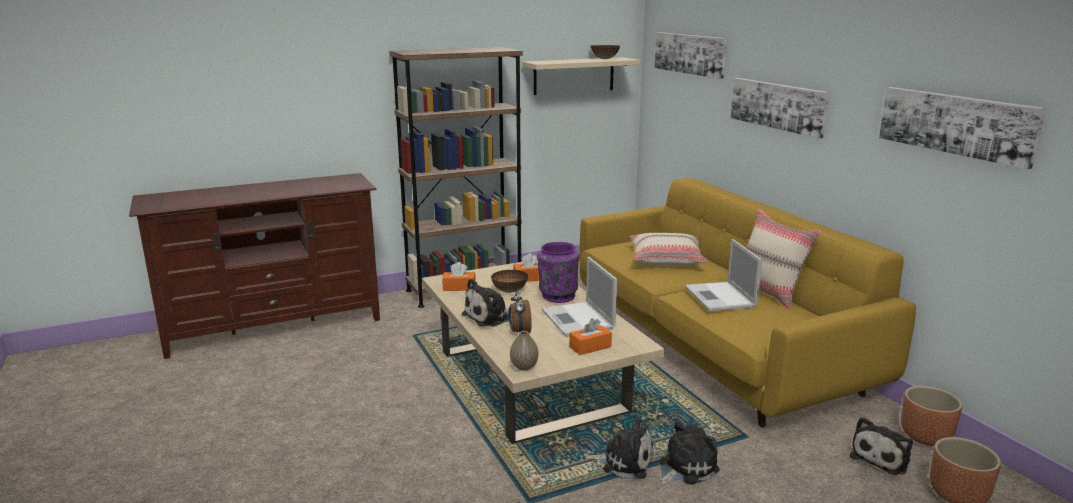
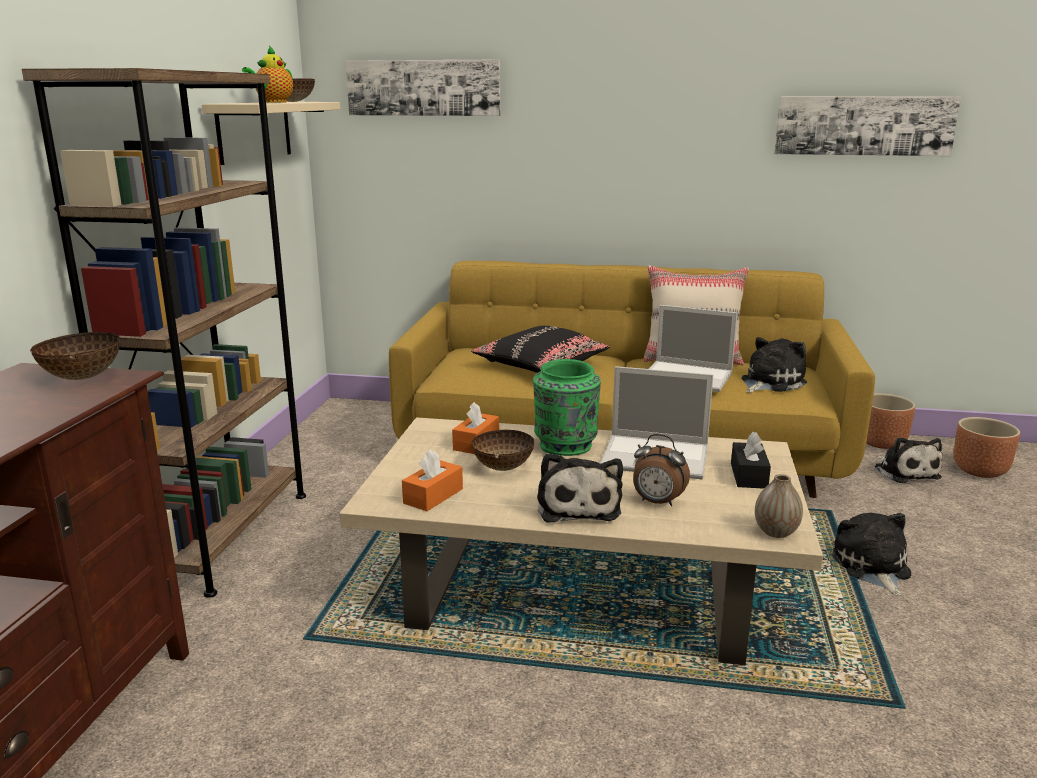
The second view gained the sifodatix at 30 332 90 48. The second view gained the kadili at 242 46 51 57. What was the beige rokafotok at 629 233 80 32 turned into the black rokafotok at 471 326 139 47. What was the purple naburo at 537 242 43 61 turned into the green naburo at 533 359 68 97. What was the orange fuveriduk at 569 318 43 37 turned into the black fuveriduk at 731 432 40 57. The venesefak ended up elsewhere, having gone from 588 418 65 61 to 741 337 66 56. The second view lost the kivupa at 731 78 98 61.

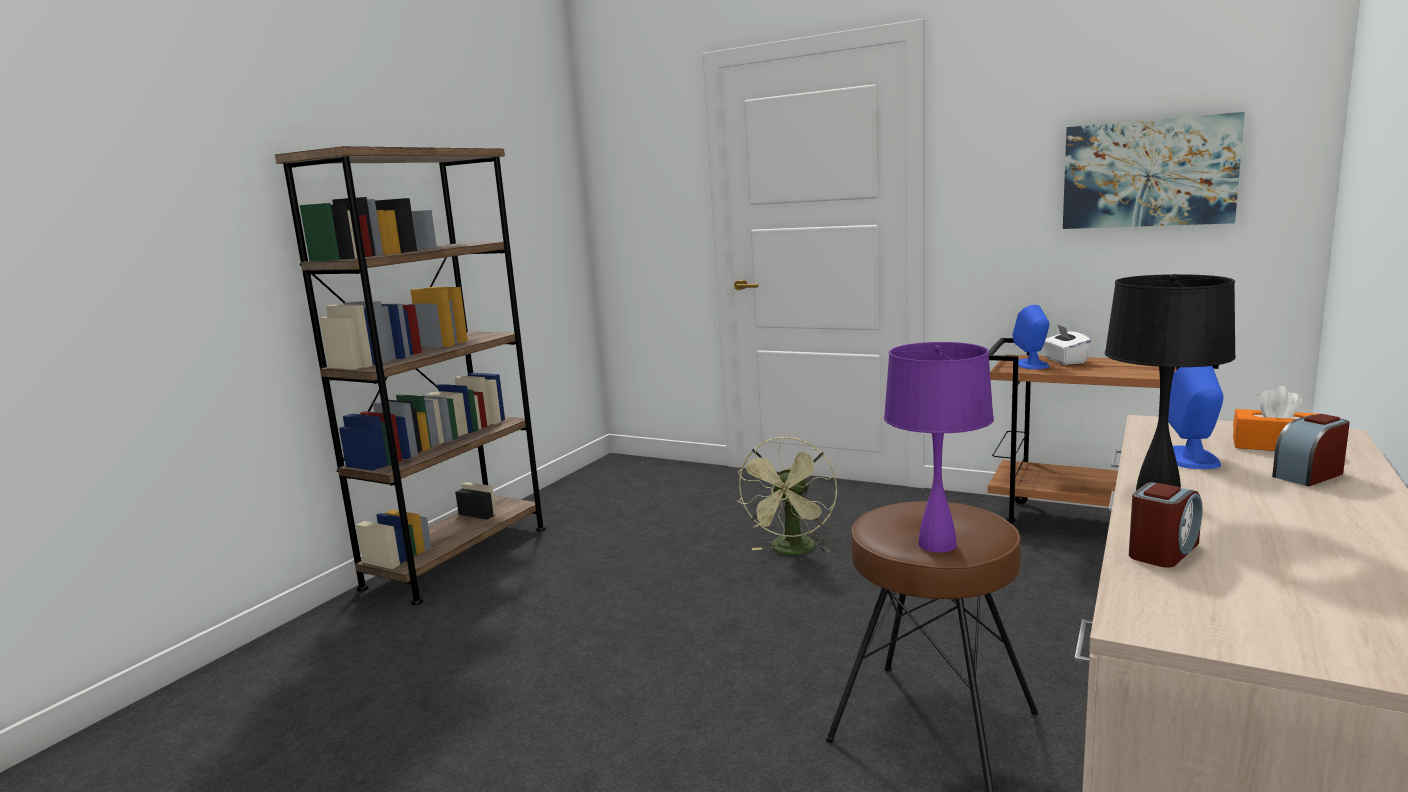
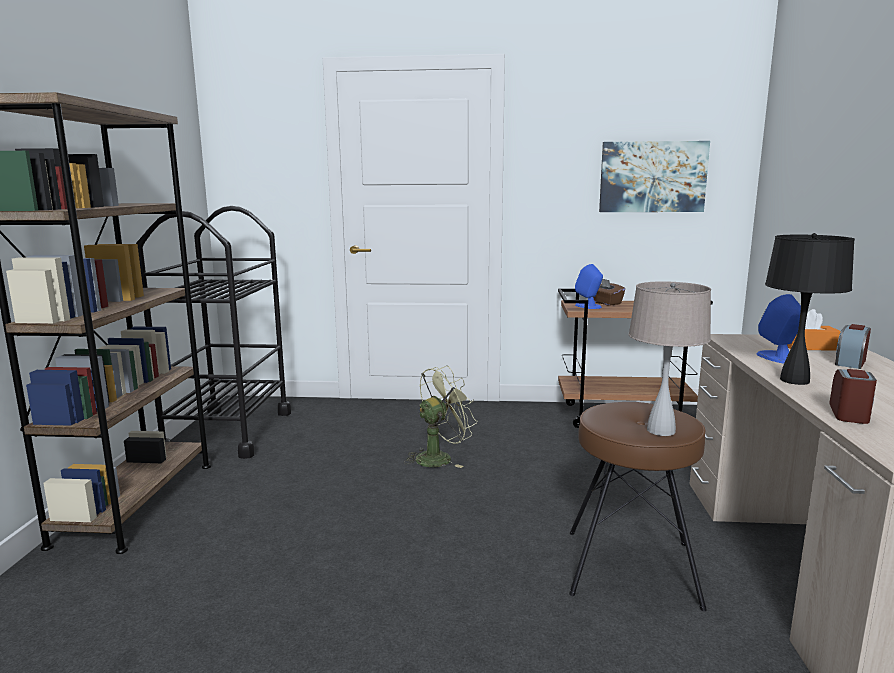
The second view gained the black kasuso at 136 206 155 253. The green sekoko at 736 436 101 119 ended up facing another way, 120 degrees counterclockwise from before. What was the white fuveriduk at 1043 324 49 41 turned into the brown fuveriduk at 593 279 32 27. What was the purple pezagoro at 884 342 110 211 turned into the beige pezagoro at 629 281 82 155.

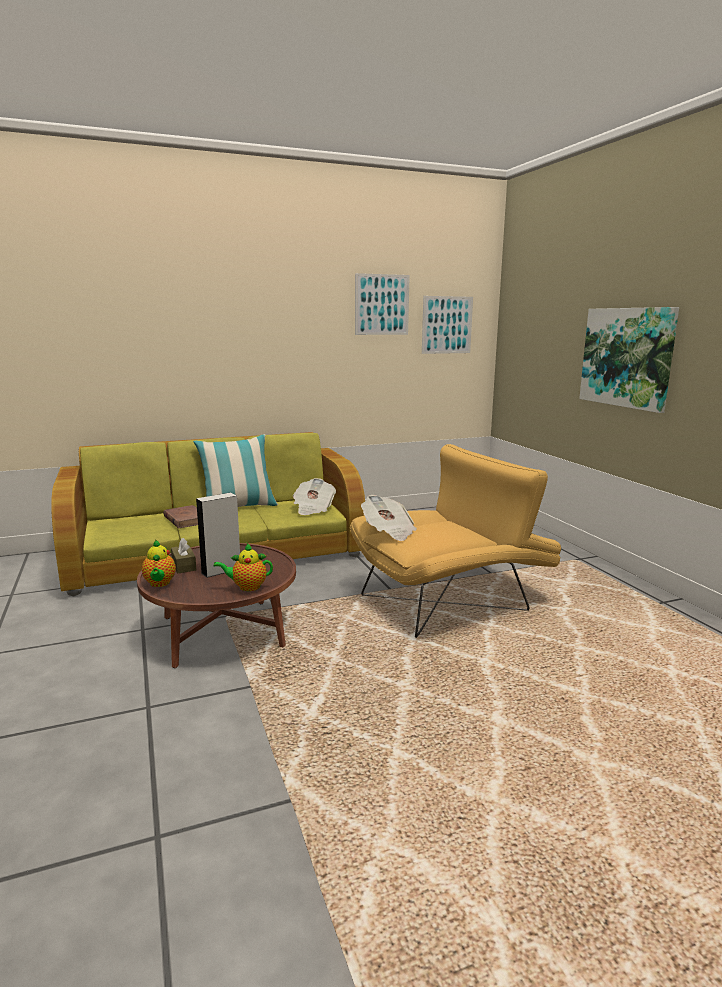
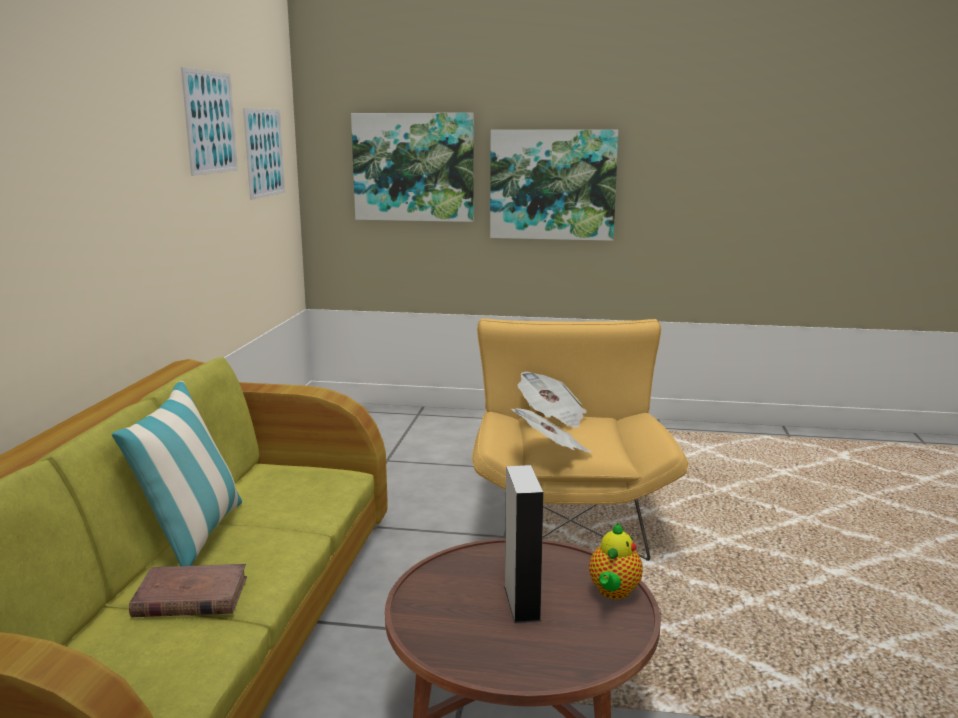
The second view gained the kivupa at 351 113 123 109. The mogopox ended up elsewhere, having gone from 293 478 43 37 to 518 372 68 56. The second view lost the kadili at 142 540 34 47. The second view lost the brown fuveriduk at 171 538 25 35.

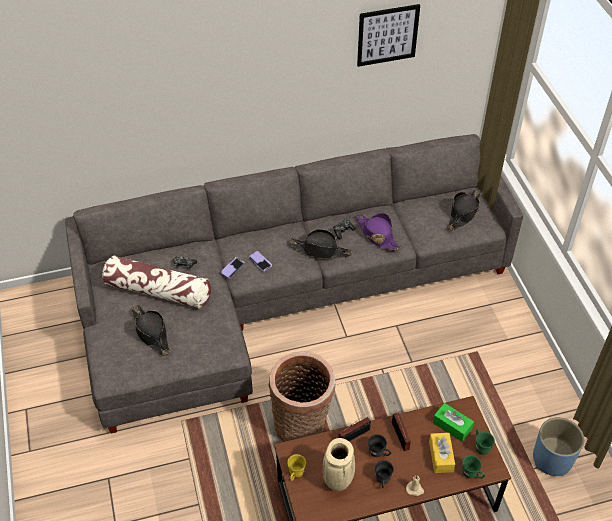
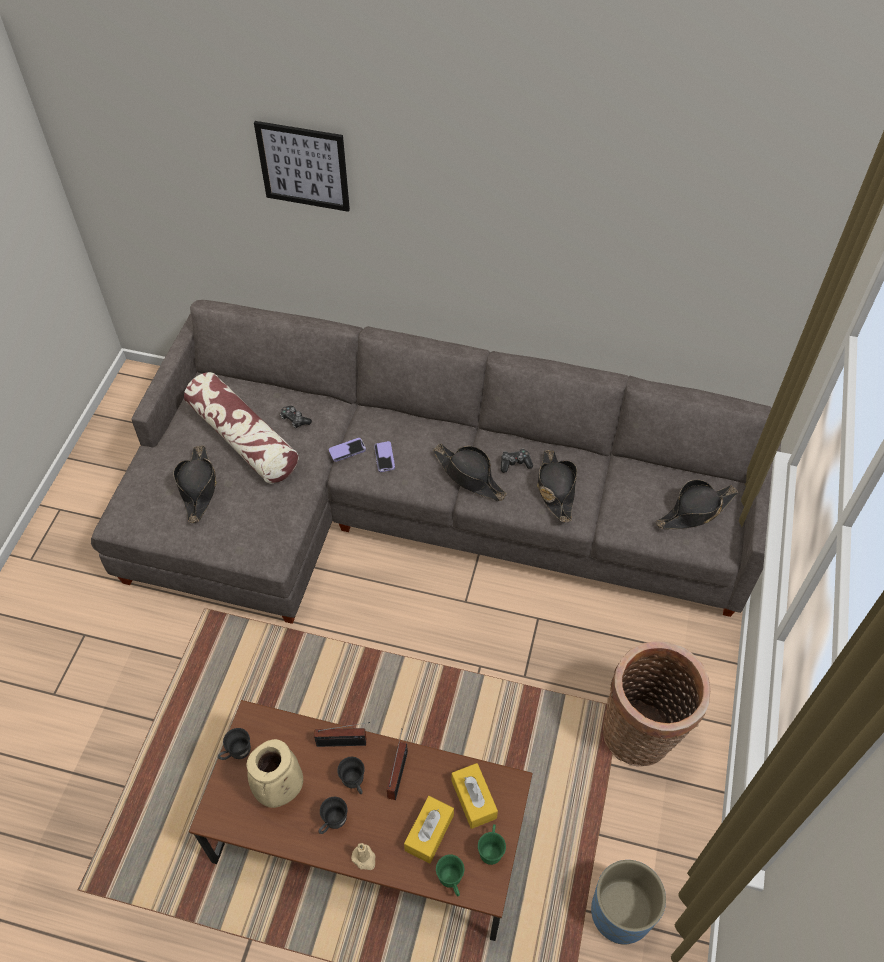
What was the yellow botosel at 287 454 19 27 turned into the grey botosel at 218 728 33 32. The kivupa ended up elsewhere, having gone from 357 4 63 63 to 254 121 96 91. What was the green fuveriduk at 433 403 41 39 turned into the yellow fuveriduk at 452 763 46 66. What was the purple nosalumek at 356 213 45 38 turned into the black nosalumek at 537 450 40 72. The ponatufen ended up elsewhere, having gone from 269 351 66 91 to 603 641 108 126.

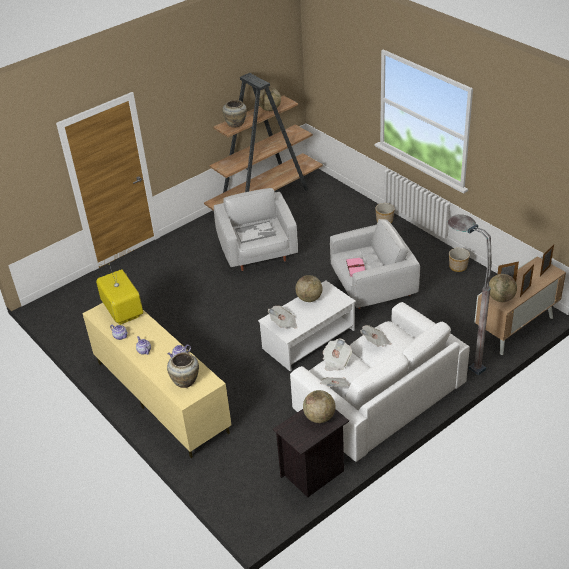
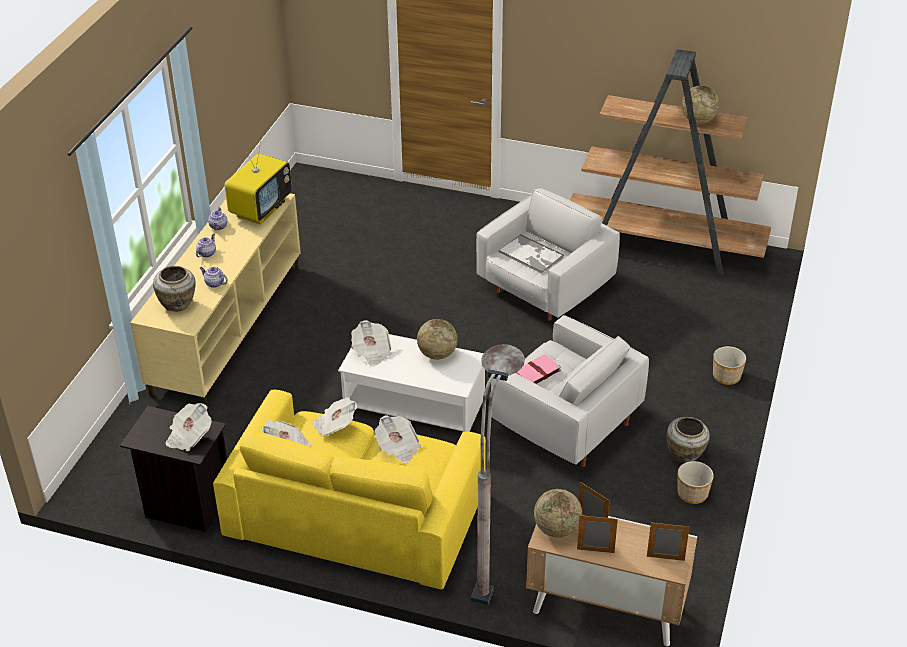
Where the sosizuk stood at 303 390 32 33, the mogopox came to stand at 165 403 47 48. What was the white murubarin at 290 302 180 160 turned into the yellow murubarin at 213 390 273 200. The beige naburo ended up elsewhere, having gone from 222 100 25 28 to 667 417 43 46.

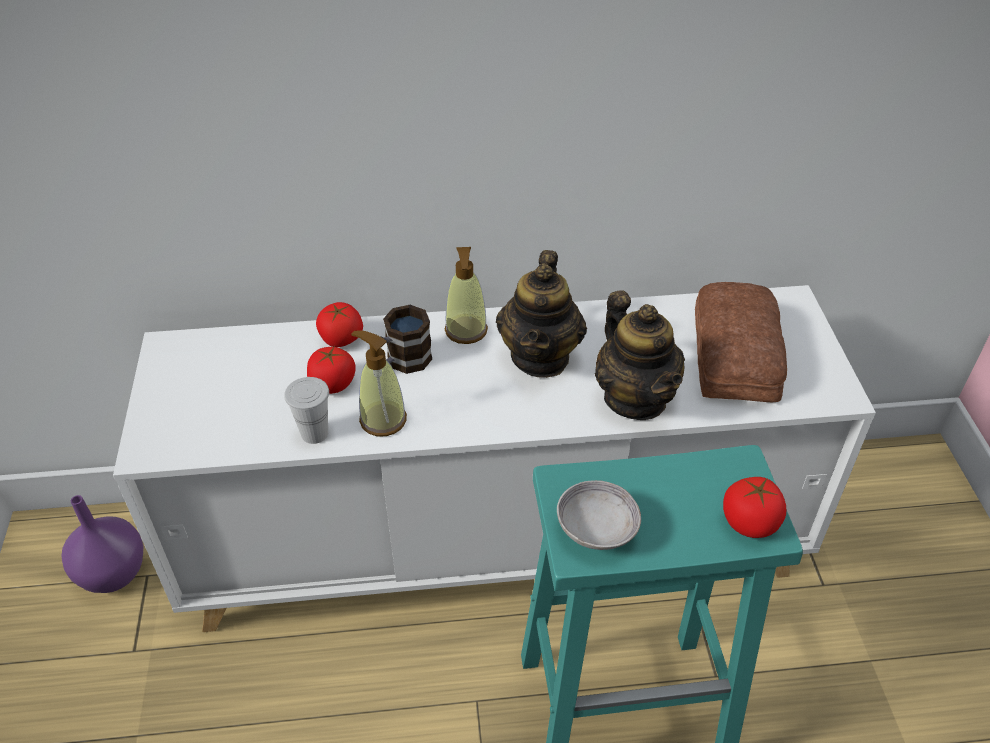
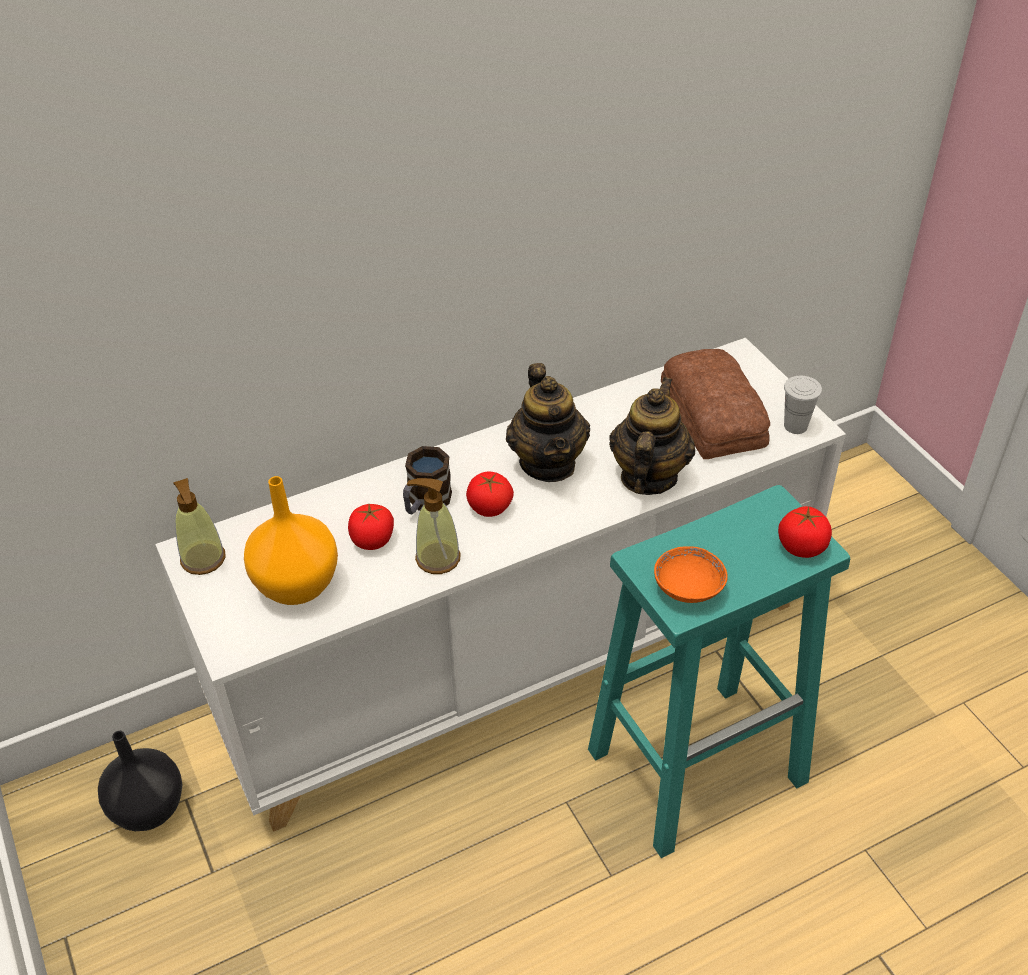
What was the purple naburo at 61 495 83 98 turned into the black naburo at 98 731 85 100. The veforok ended up elsewhere, having gone from 445 247 43 97 to 173 478 53 97. The second view gained the orange naburo at 244 476 94 129. The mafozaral ended up elsewhere, having gone from 316 302 47 45 to 466 472 48 45. The kadili at 595 290 90 130 ended up facing another way, 120 degrees counterclockwise from before. What was the grey sifodatix at 557 480 84 70 turned into the orange sifodatix at 654 546 74 57. The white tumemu ended up elsewhere, having gone from 284 377 45 67 to 784 376 38 58.

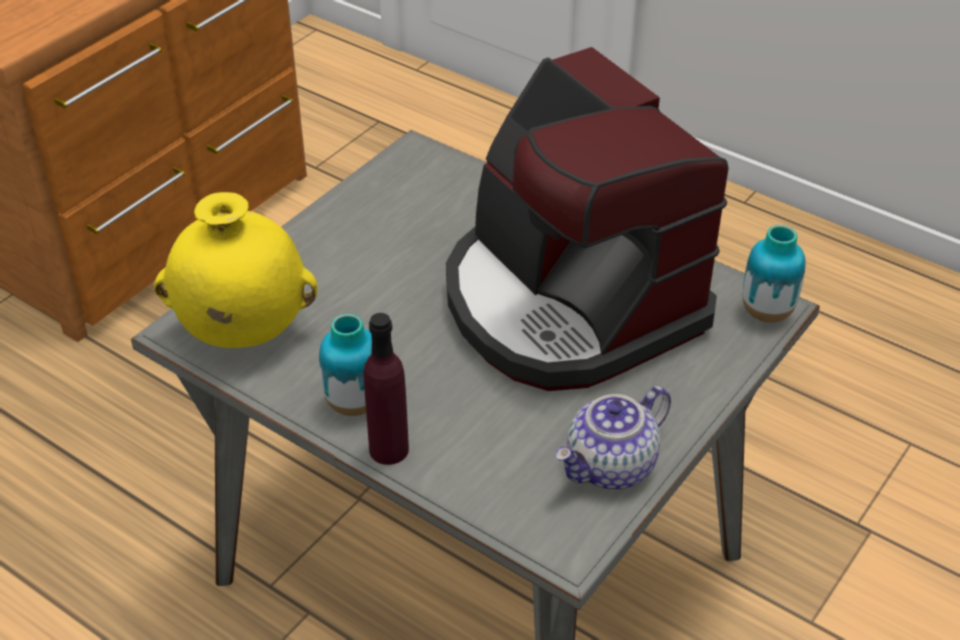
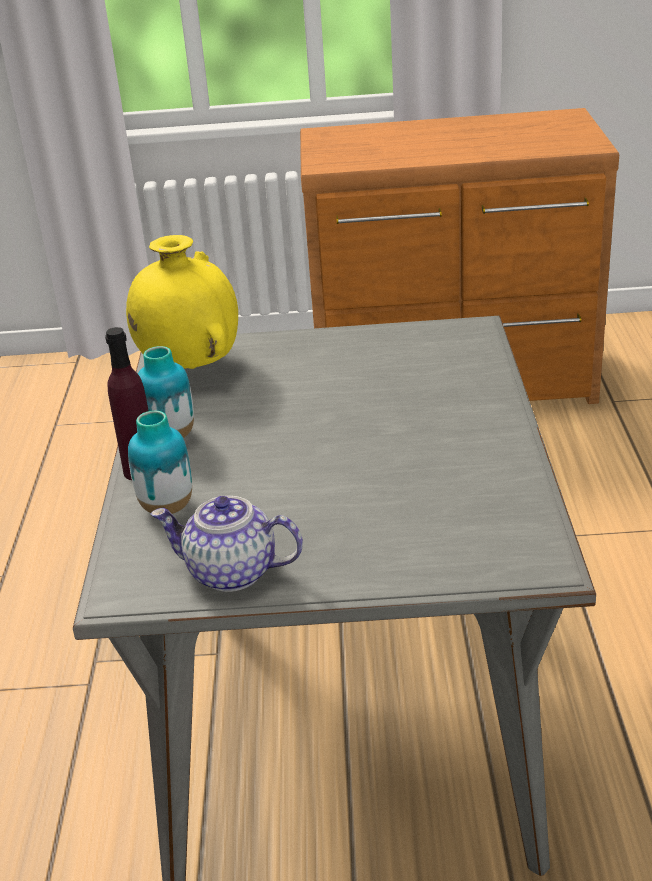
The naburo ended up elsewhere, having gone from 742 225 63 98 to 128 411 64 103. The second view lost the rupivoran at 446 47 283 344.

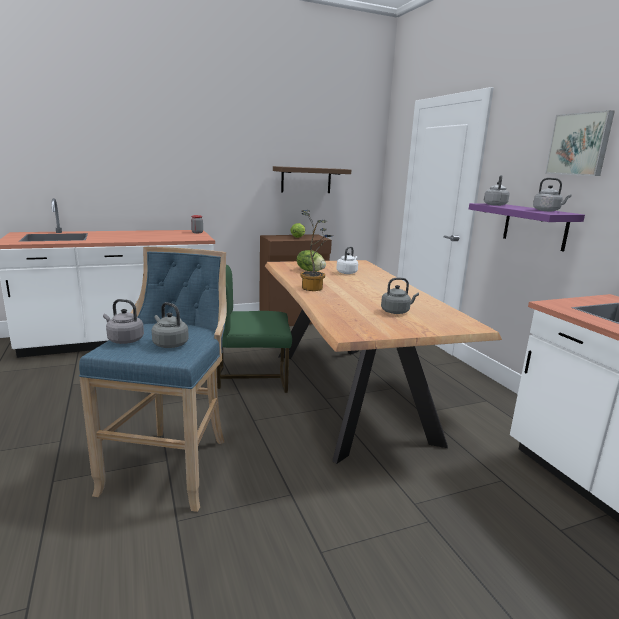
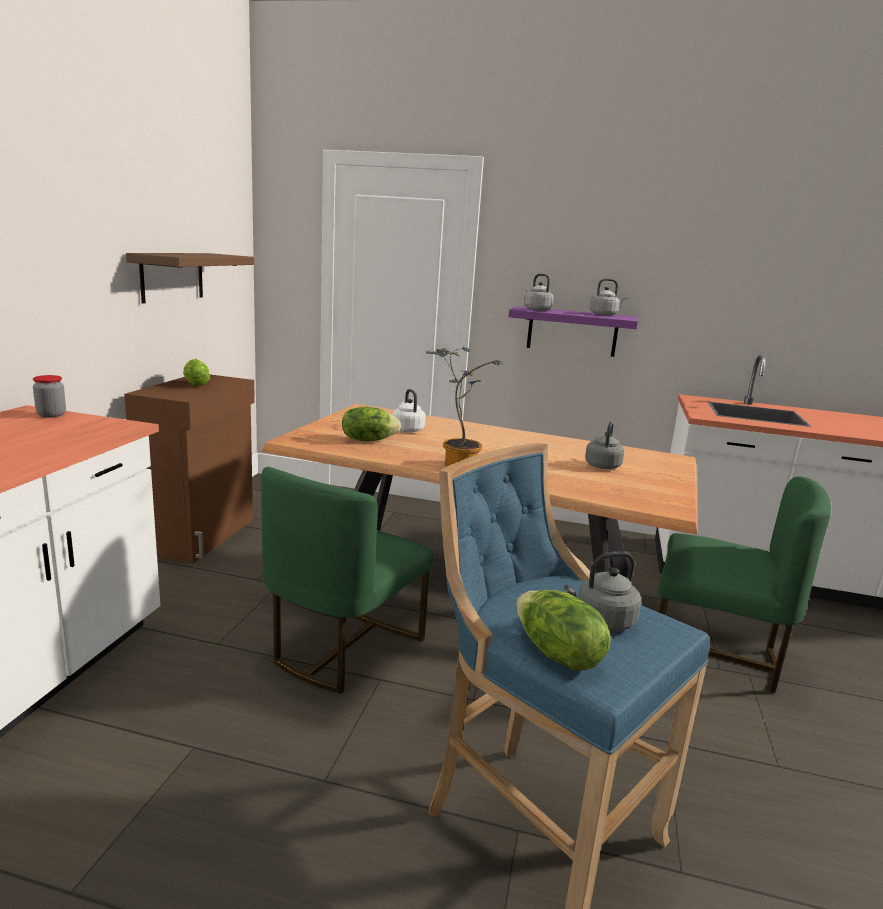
Where the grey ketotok stood at 103 299 41 45, the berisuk came to stand at 516 590 95 81. The second view gained the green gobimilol at 658 476 173 217. The second view lost the kivupa at 545 110 70 66.

